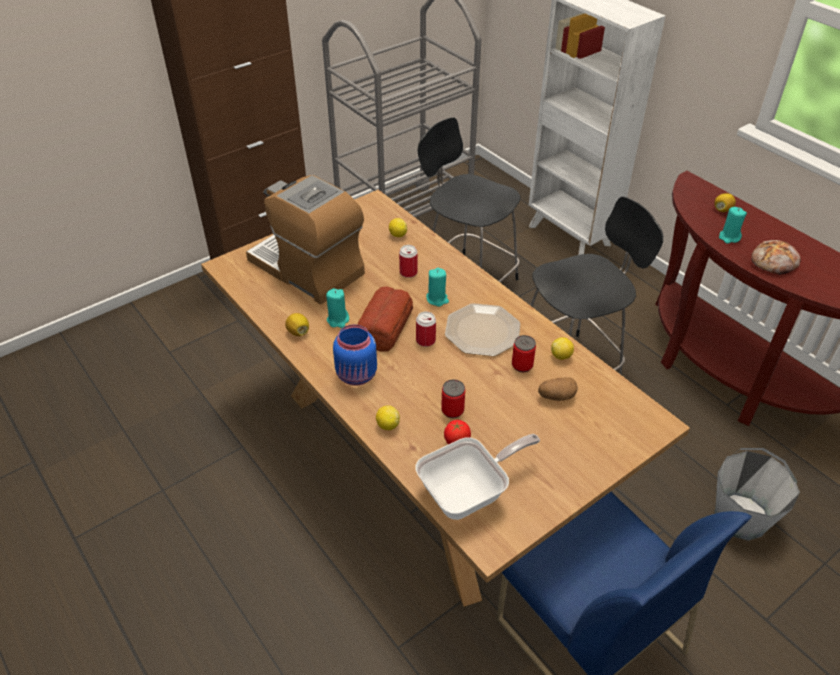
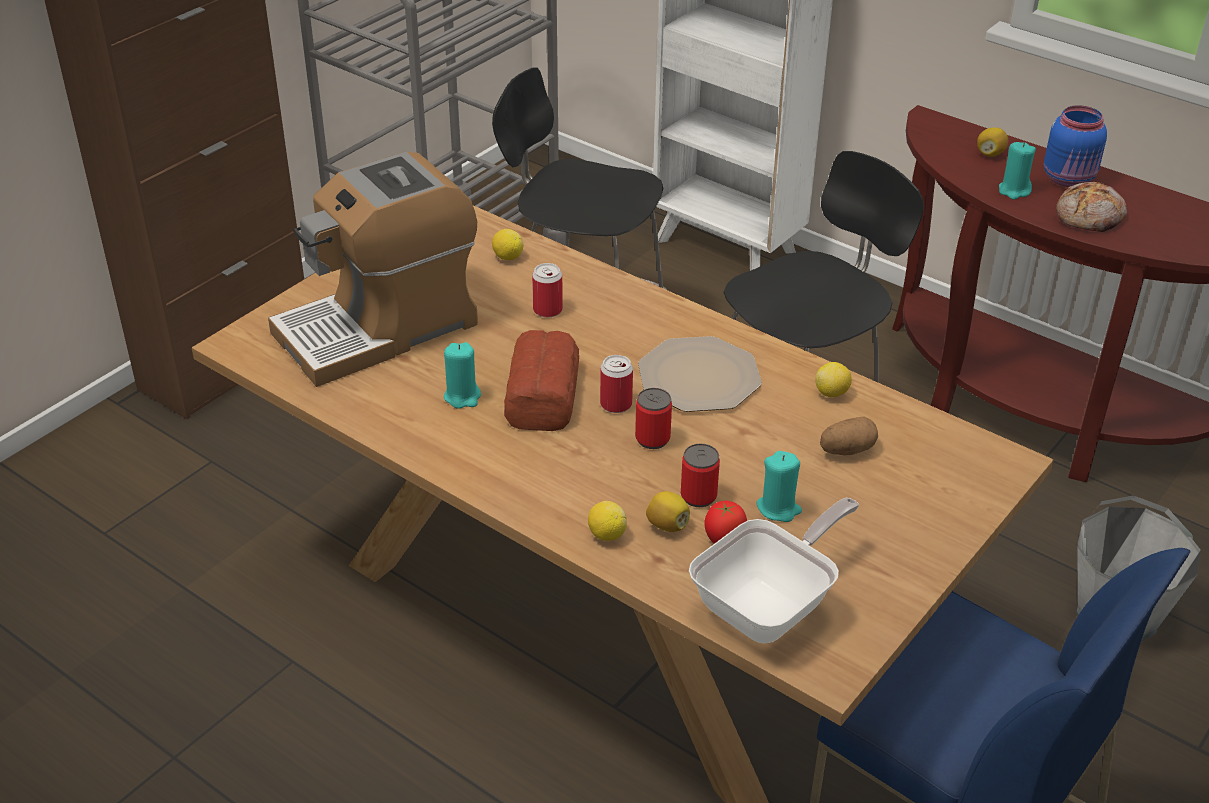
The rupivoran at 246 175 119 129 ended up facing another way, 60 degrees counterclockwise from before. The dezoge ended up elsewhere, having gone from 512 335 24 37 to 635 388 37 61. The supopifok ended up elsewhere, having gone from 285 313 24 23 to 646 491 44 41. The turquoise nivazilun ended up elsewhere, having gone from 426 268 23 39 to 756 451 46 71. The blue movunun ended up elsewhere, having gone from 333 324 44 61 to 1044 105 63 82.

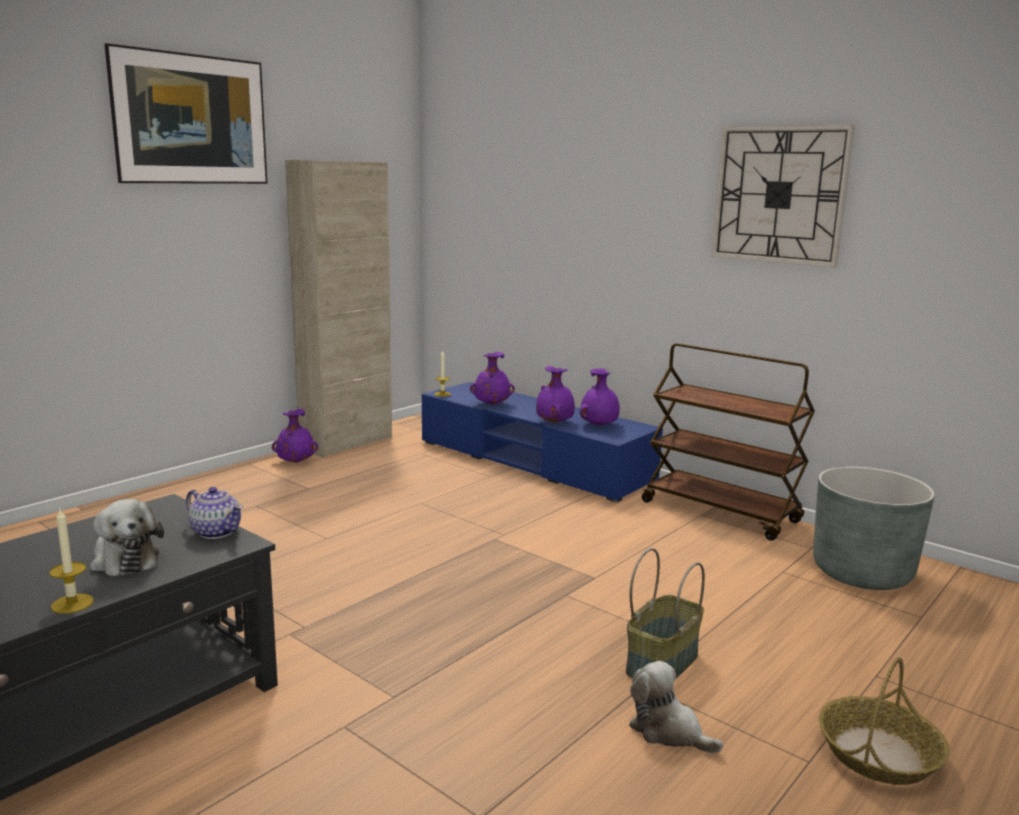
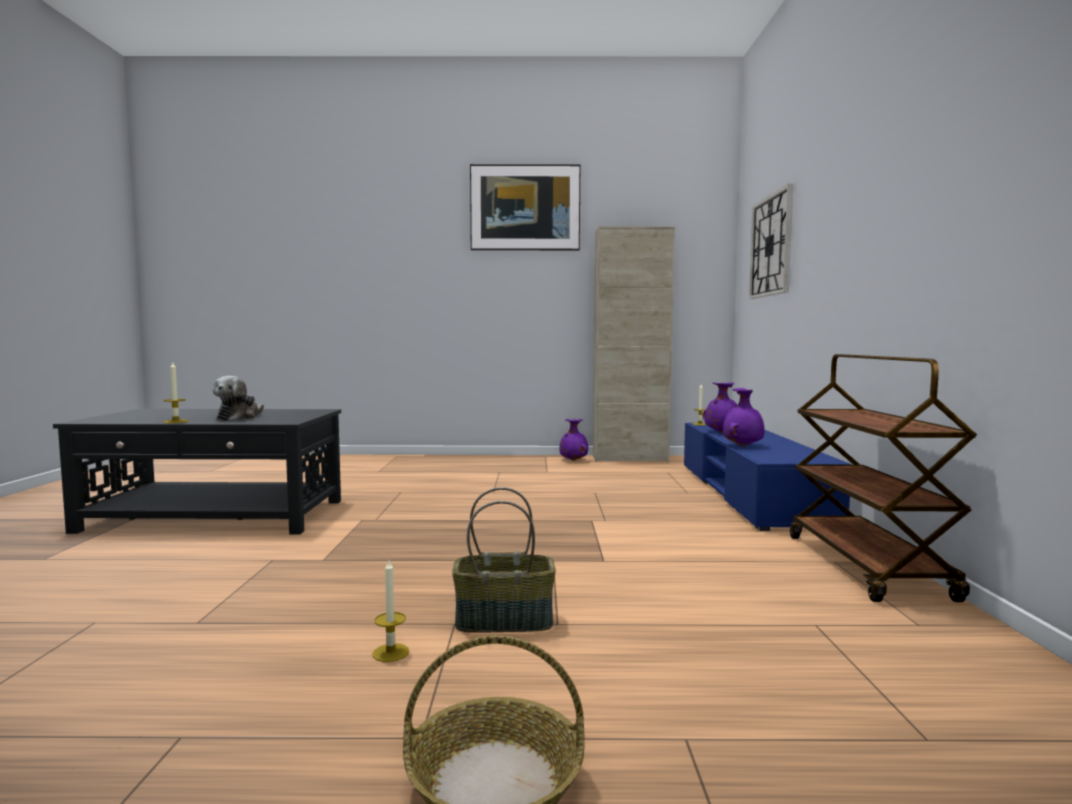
Where the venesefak stood at 629 661 94 92, the nivazilun came to stand at 372 560 37 102. The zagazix ended up elsewhere, having gone from 711 124 144 144 to 749 184 44 115. The second view lost the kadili at 186 487 57 52. The second view lost the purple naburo at 579 368 41 58. The second view lost the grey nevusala at 813 466 122 124.

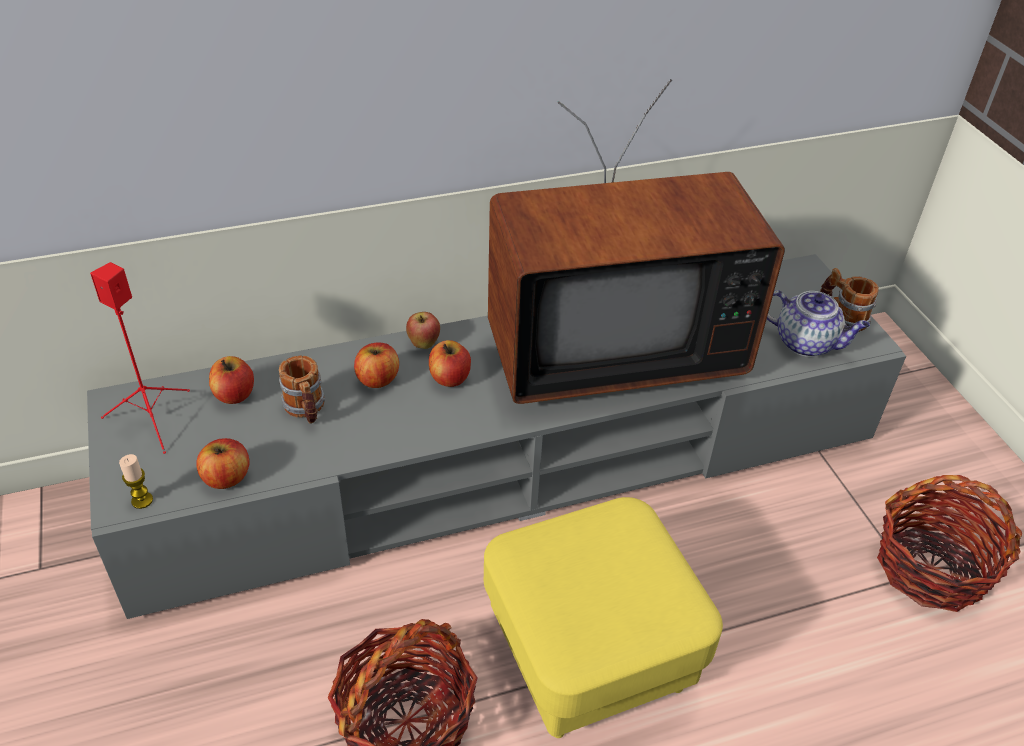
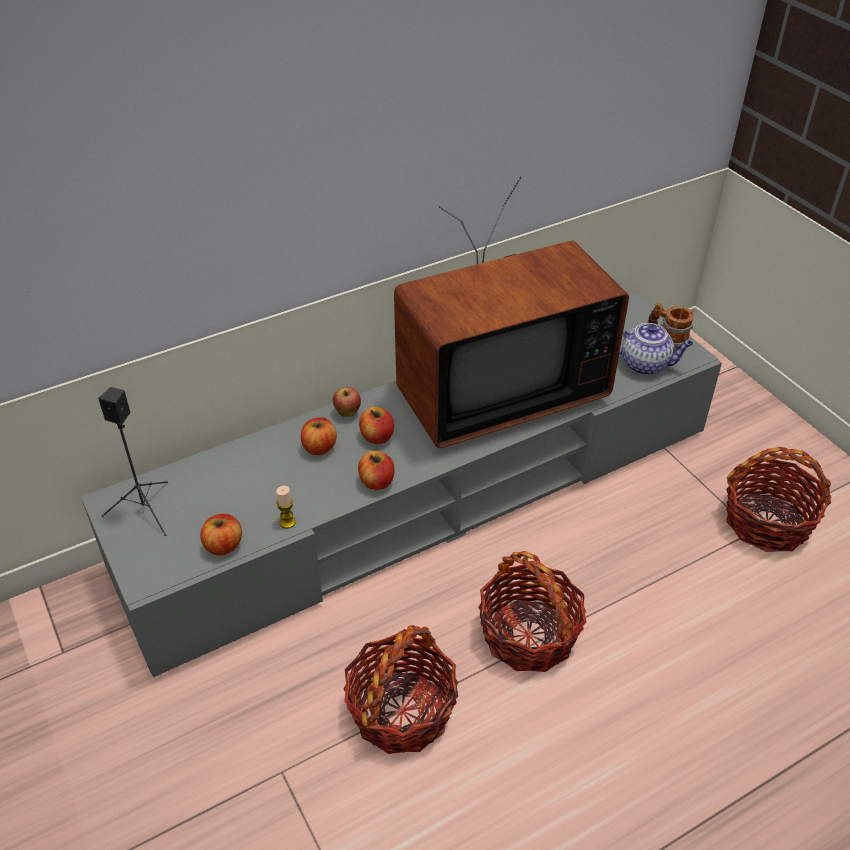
What was the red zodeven at 90 262 100 192 turned into the black zodeven at 98 387 70 149. The nivazilun ended up elsewhere, having gone from 119 454 34 55 to 276 486 20 43. The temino ended up elsewhere, having gone from 209 356 45 48 to 358 451 37 39. Where the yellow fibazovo stood at 484 497 239 241, the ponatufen came to stand at 478 551 108 121. The second view lost the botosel at 279 355 46 69.

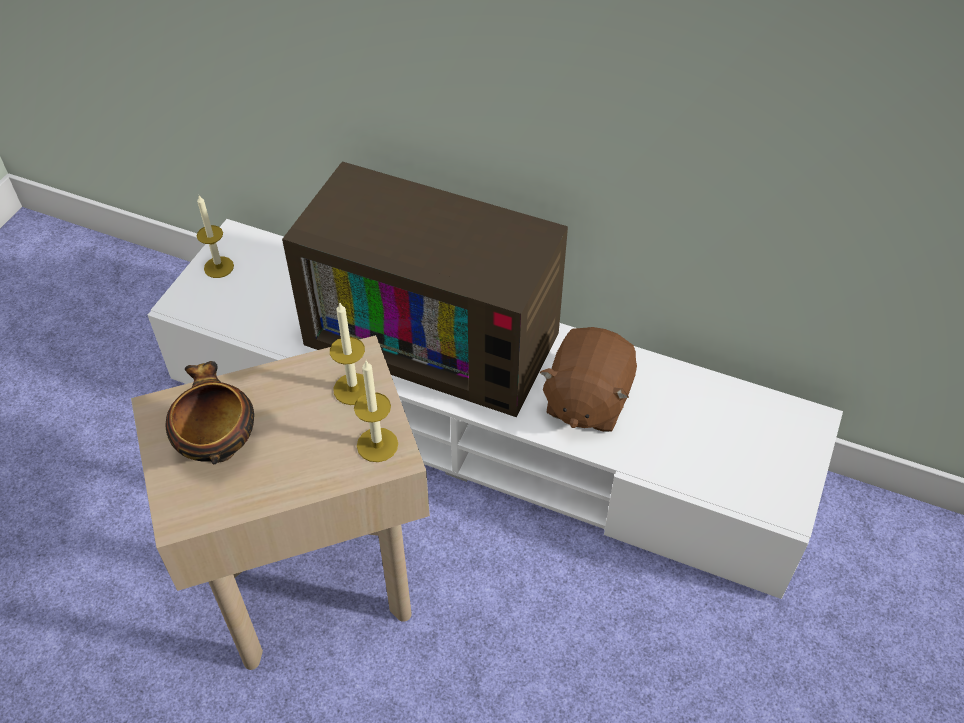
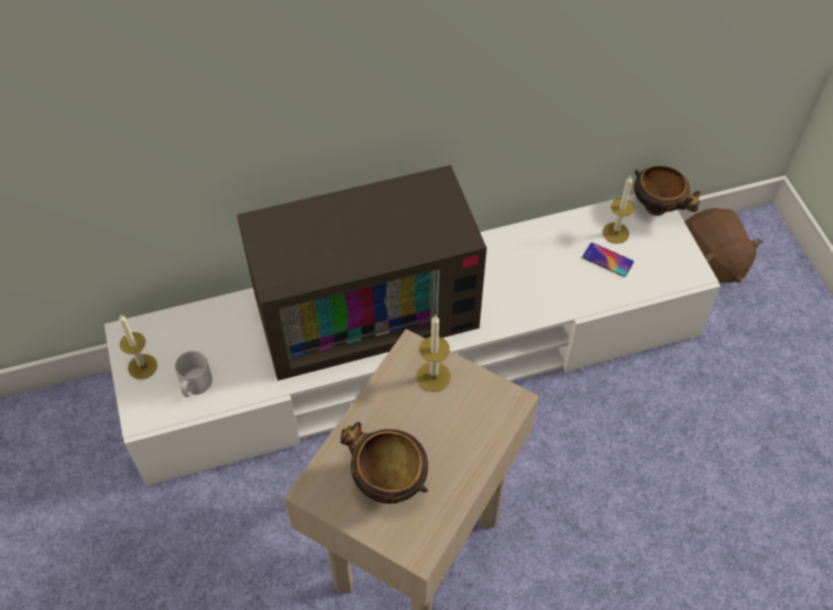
The second view gained the grey botosel at 175 351 37 46. The second view gained the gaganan at 582 243 52 34. The nivazilun ended up elsewhere, having gone from 354 361 44 101 to 602 176 32 68. The second view gained the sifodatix at 634 165 66 51. The brown venesefak ended up elsewhere, having gone from 540 327 97 105 to 684 208 79 75.

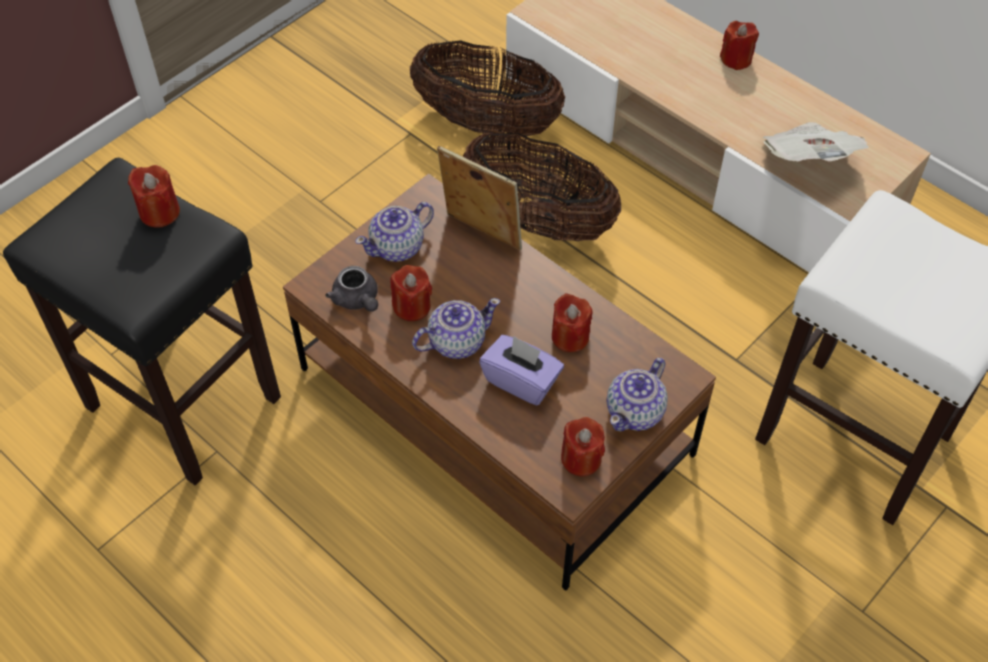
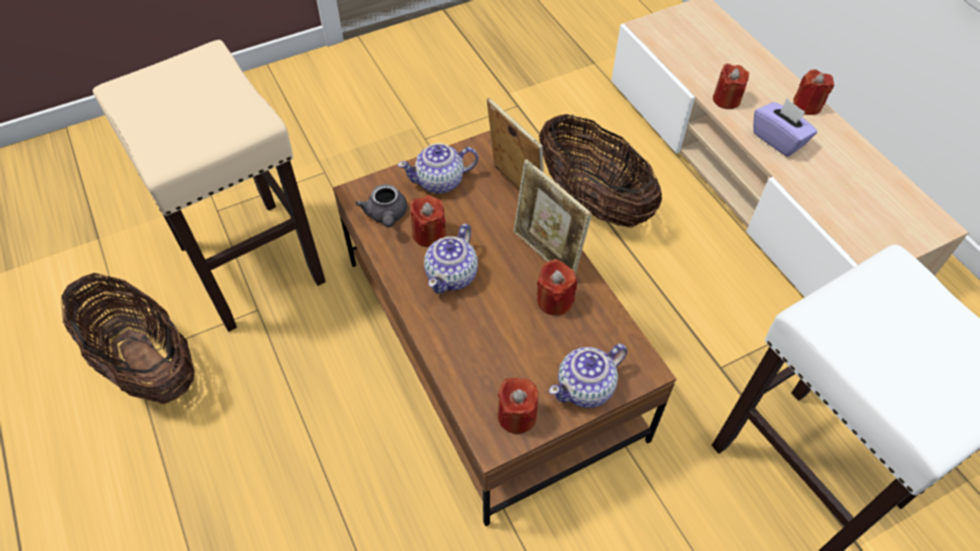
The ponatufen ended up elsewhere, having gone from 410 40 155 97 to 61 273 134 131. What was the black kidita at 3 158 278 327 turned into the beige kidita at 93 40 233 292. The kadili at 412 298 88 61 ended up facing another way, 120 degrees clockwise from before. The second view gained the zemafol at 513 159 79 117. The red nivazilun ended up elsewhere, having gone from 128 165 52 63 to 713 63 36 46. The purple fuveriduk ended up elsewhere, having gone from 479 335 85 71 to 753 99 64 58. The second view lost the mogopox at 762 122 107 40.

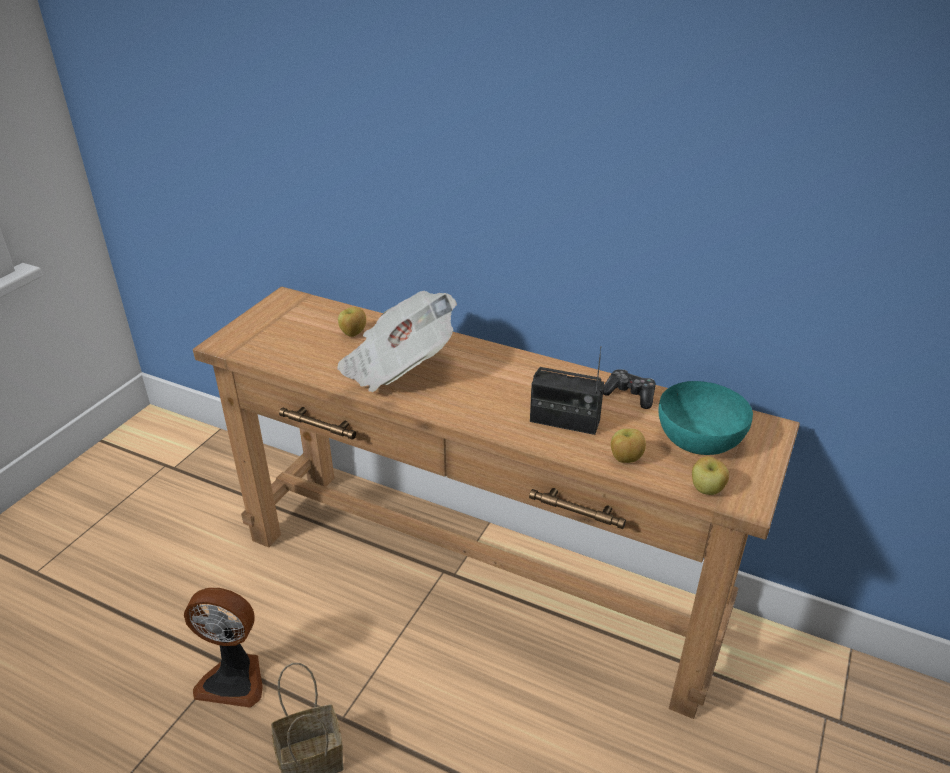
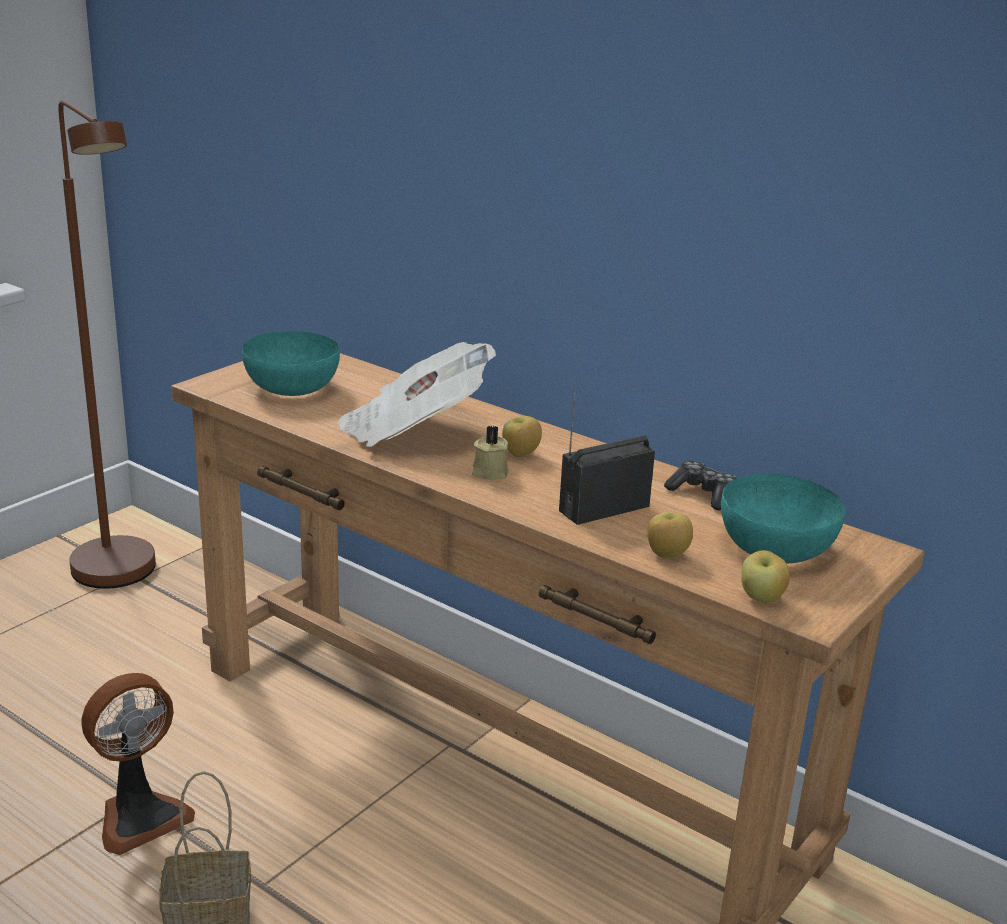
The second view gained the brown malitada at 58 100 98 489. The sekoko at 184 588 79 120 ended up facing another way, 60 degrees counterclockwise from before. The second view gained the turquoise sifodatix at 242 331 98 65. The second view gained the beige nivazilun at 472 426 37 54. The temino ended up elsewhere, having gone from 338 307 28 30 to 502 416 40 41. The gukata at 530 346 74 89 ended up facing another way, 120 degrees clockwise from before.

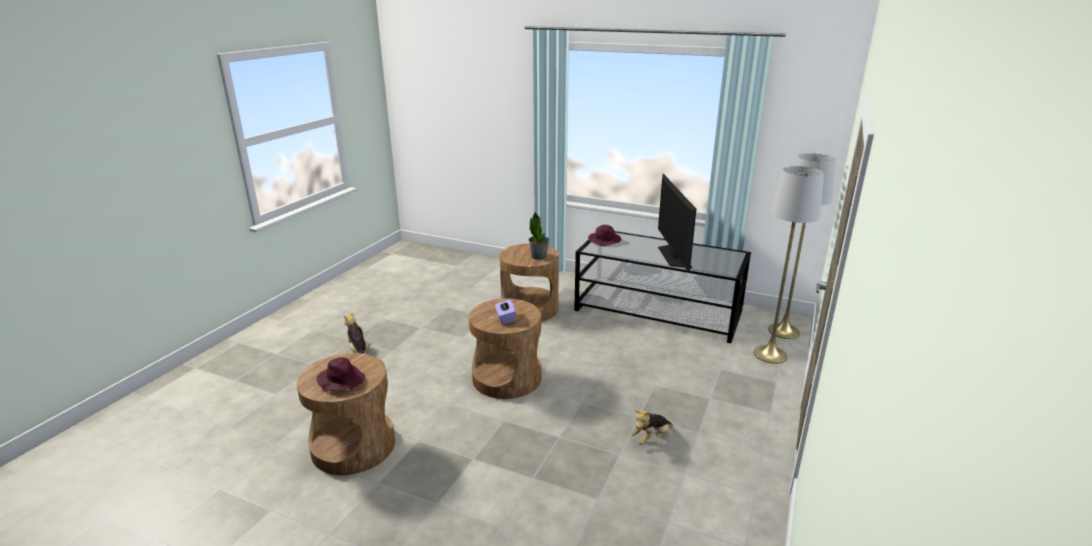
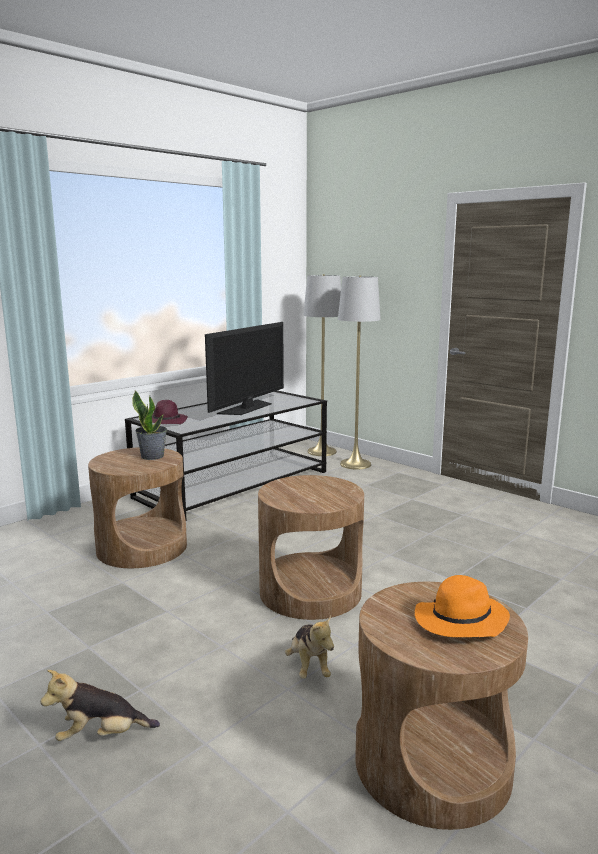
The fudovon at 658 174 39 99 ended up facing another way, 75 degrees counterclockwise from before. The venesefak ended up elsewhere, having gone from 631 410 42 35 to 285 616 49 63. What was the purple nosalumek at 316 357 49 34 turned into the orange nosalumek at 415 575 95 62. The second view lost the purple fuveriduk at 495 300 21 24.

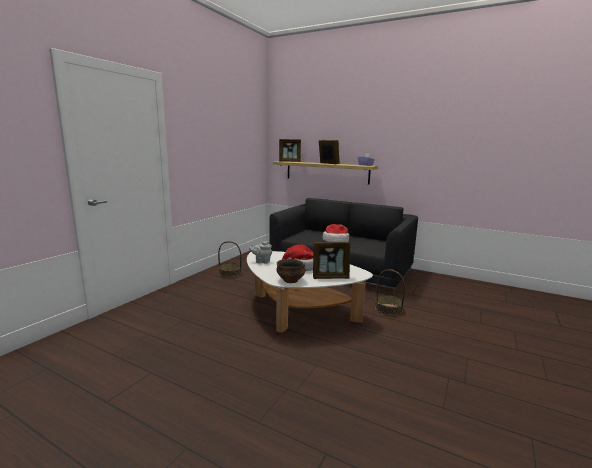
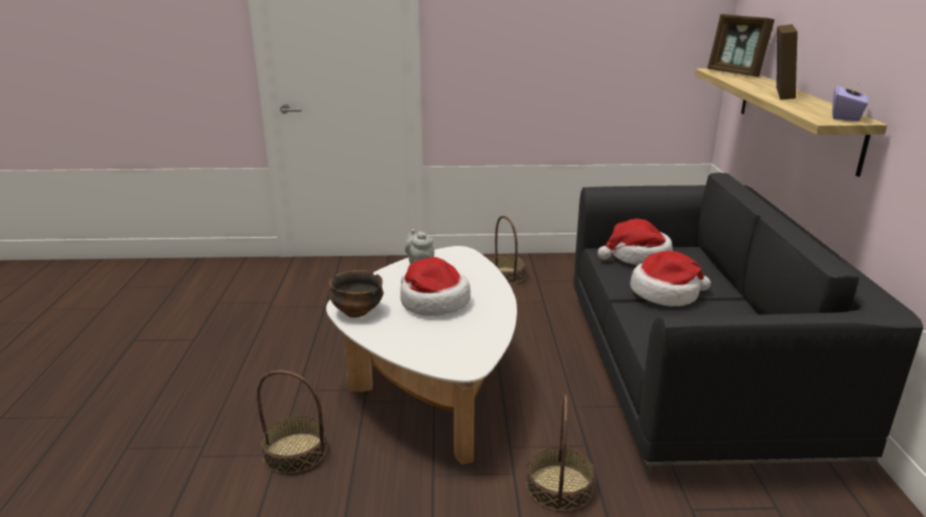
The second view gained the ponatufen at 257 370 70 104. The second view gained the nosalumek at 598 219 75 46. The second view lost the zemafol at 313 242 37 37.

